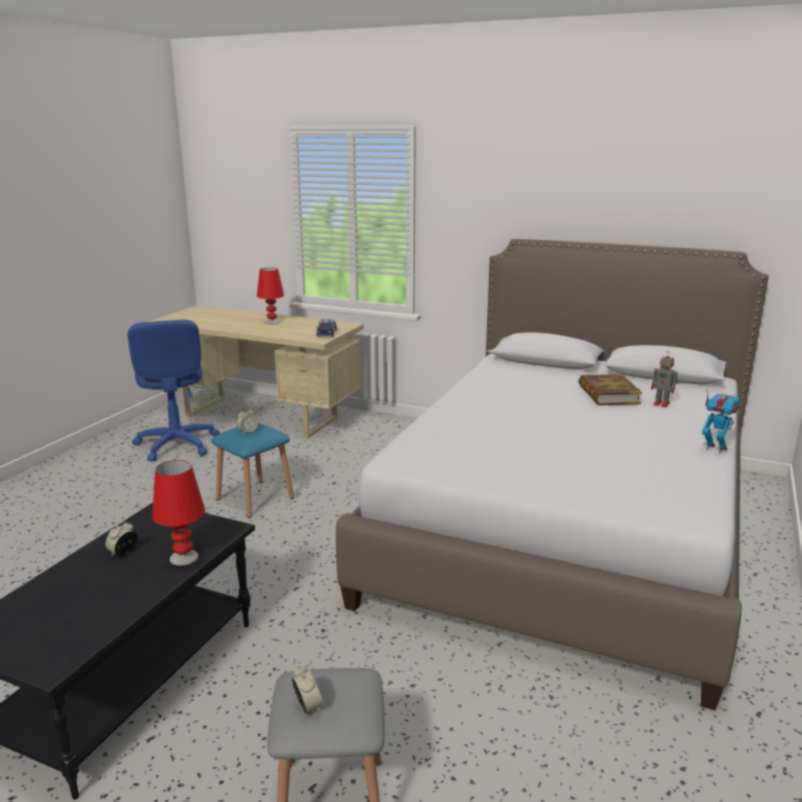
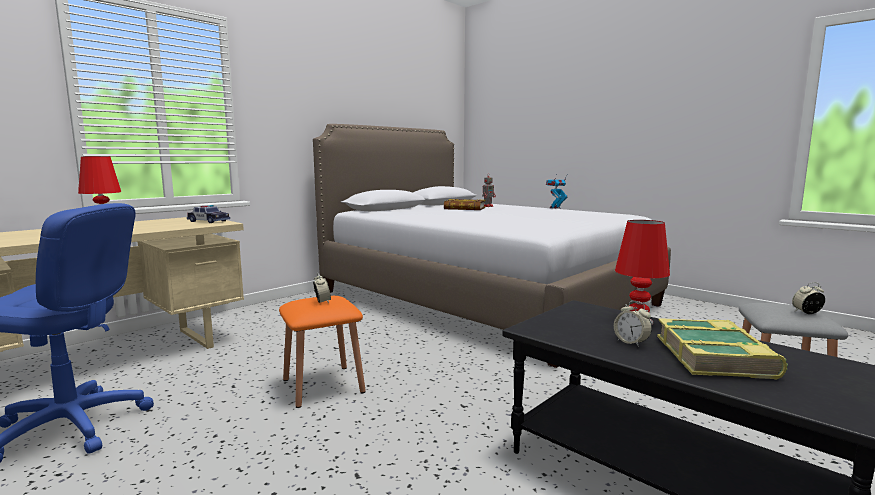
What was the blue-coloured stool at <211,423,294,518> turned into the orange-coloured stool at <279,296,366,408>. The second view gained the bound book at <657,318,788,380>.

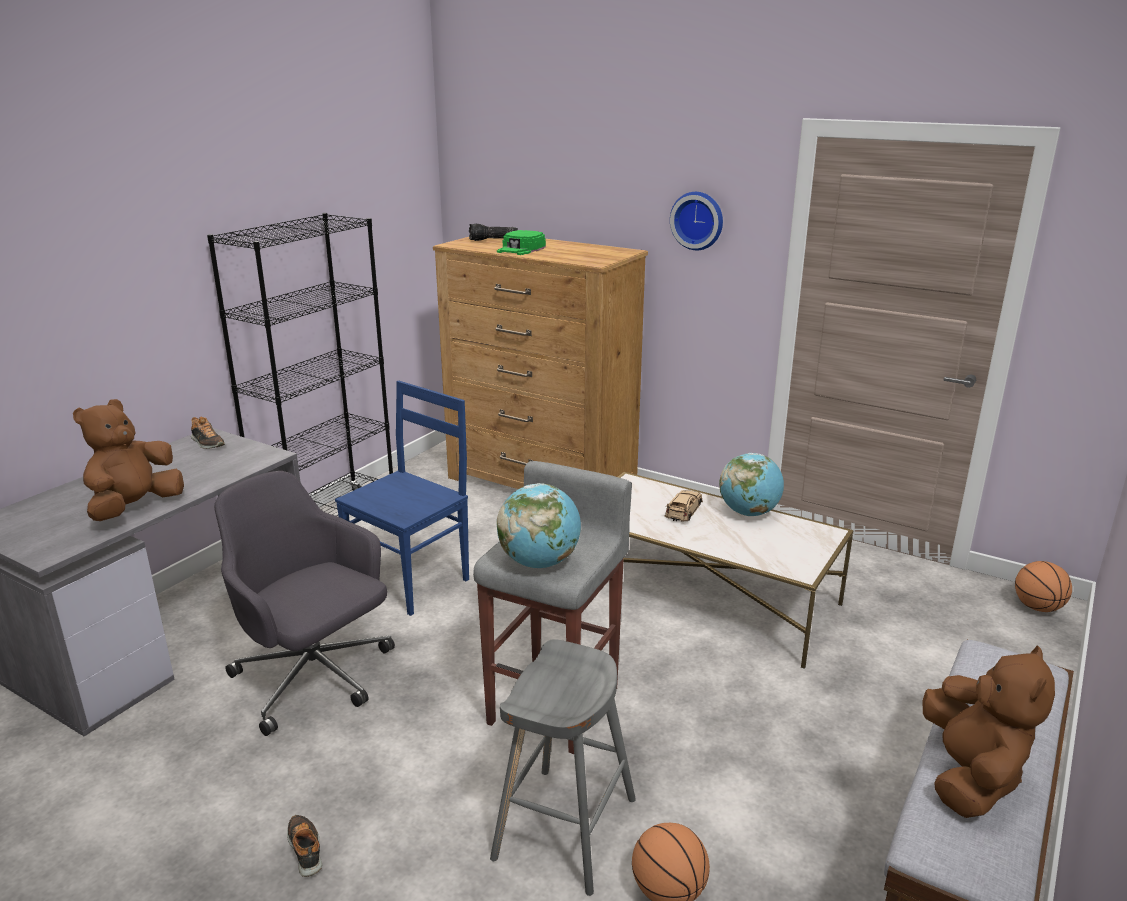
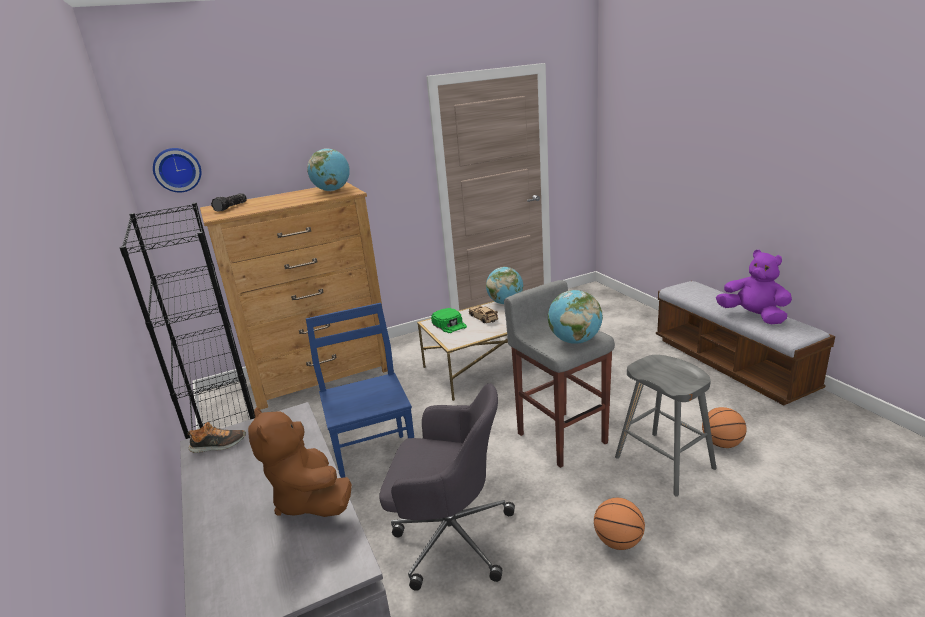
The greyish office chair at <214,471,395,736> ended up facing another way, 150 degrees counterclockwise from before. The second view lost the low shoe at <287,815,322,877>. The greenish peaked cap ended up elsewhere, having gone from <497,230,546,255> to <431,308,467,333>. The clock on the wall ended up elsewhere, having gone from <670,192,723,250> to <153,148,201,193>. What was the brownish plush toy at <922,646,1055,818> turned into the purple-coloured plush toy at <716,250,792,324>. The basketball ended up elsewhere, having gone from <1015,561,1072,612> to <594,498,645,550>. The second view gained the desk globe at <307,148,350,191>.

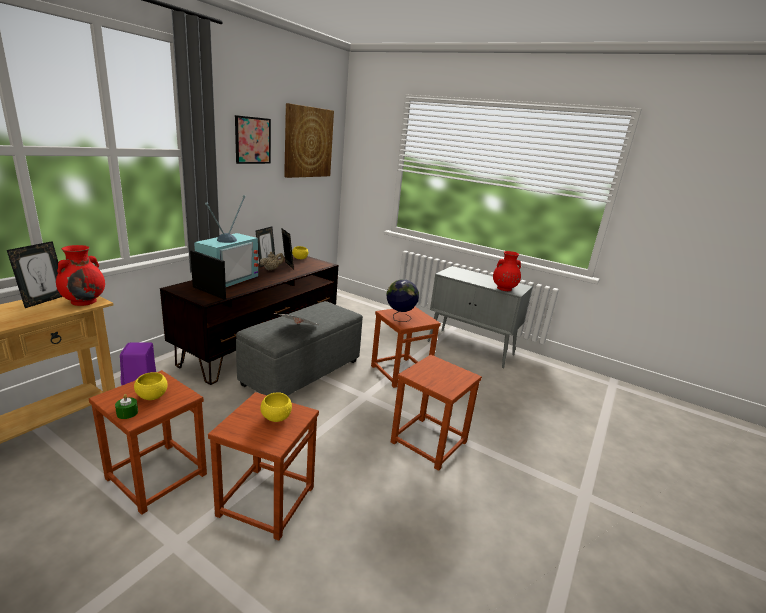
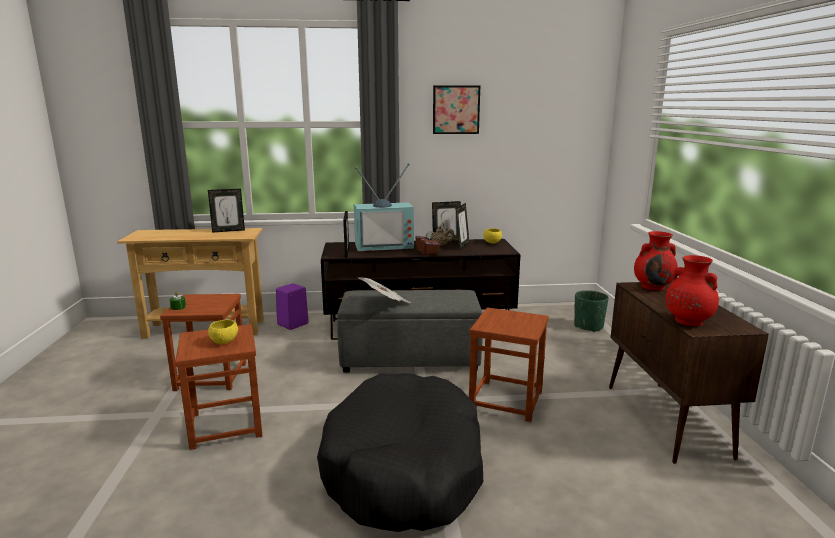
The red-coloured flower vase ended up elsewhere, having gone from <56,245,105,306> to <634,231,678,291>. The second view lost the yellowish serving bowl at <134,372,168,400>. The second view lost the picture at <284,103,334,178>. The second view lost the desk globe at <387,279,419,322>. Where the brownish stool stood at <391,355,482,471>, the black dog cushion came to stand at <317,373,483,532>. What was the greyish cupboard at <428,266,533,368> turned into the brownish cupboard at <609,281,769,464>. The second view gained the brownish tissue holder at <415,231,440,255>. The second view gained the greenish plant pot at <574,290,609,332>.

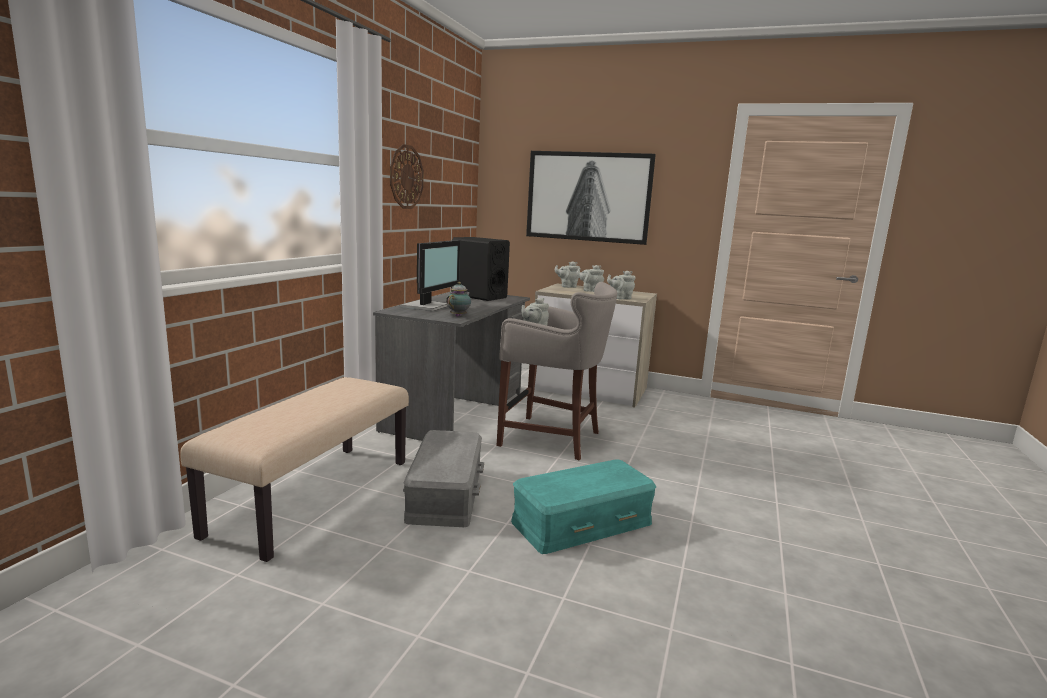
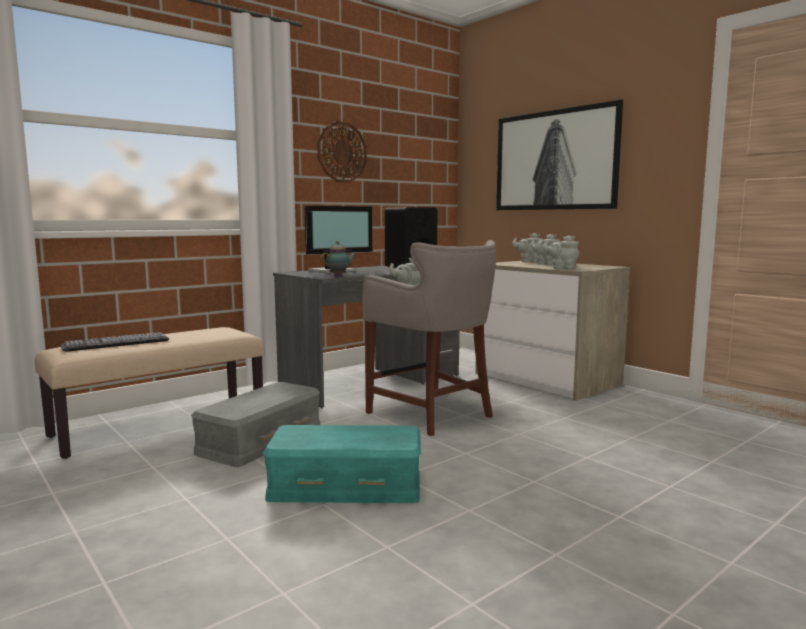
The second view gained the PC keyboard at <61,332,169,351>.

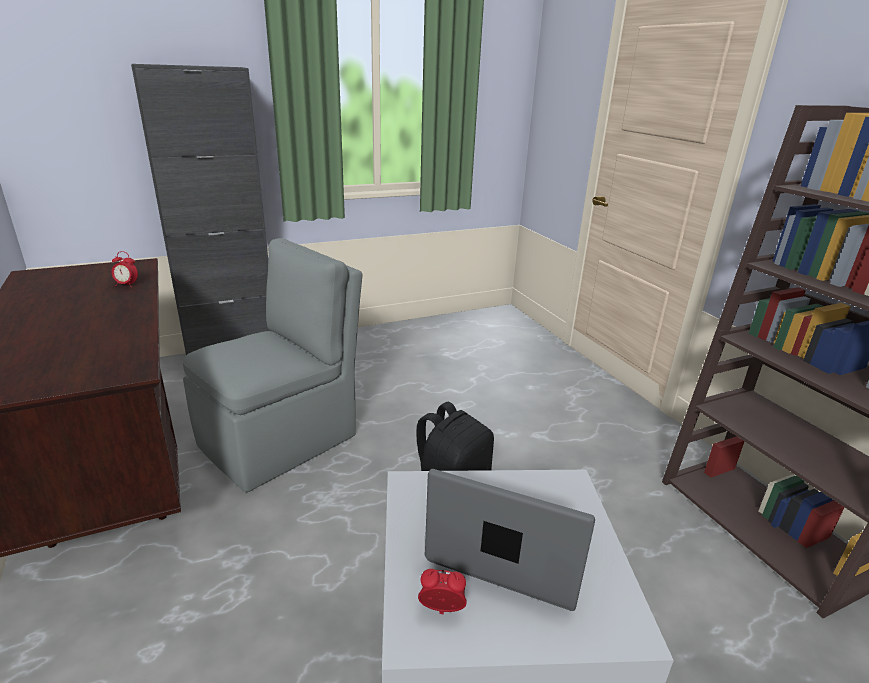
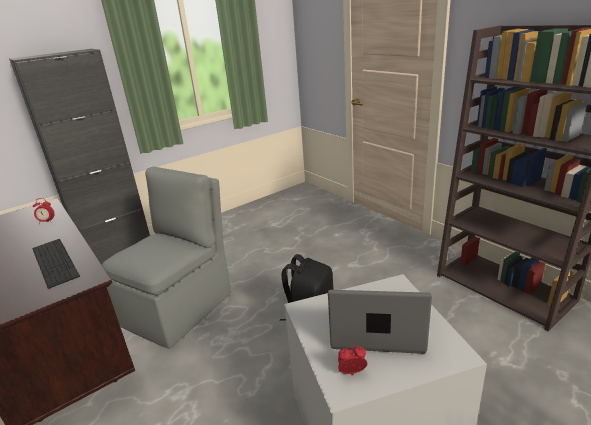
The second view gained the PC keyboard at <32,239,80,289>.

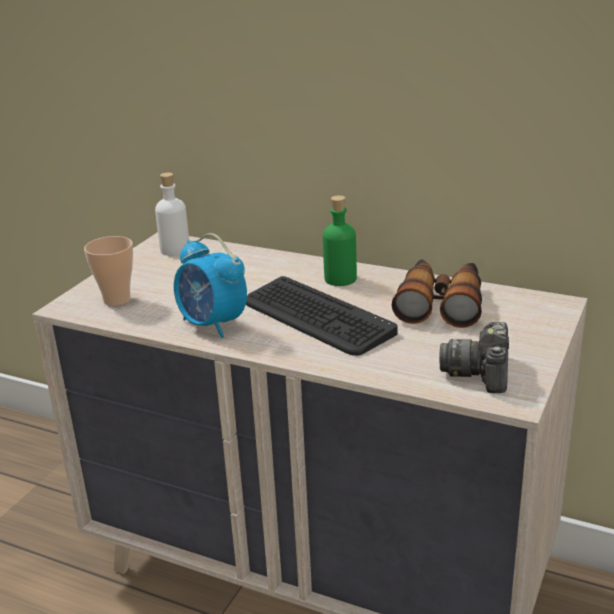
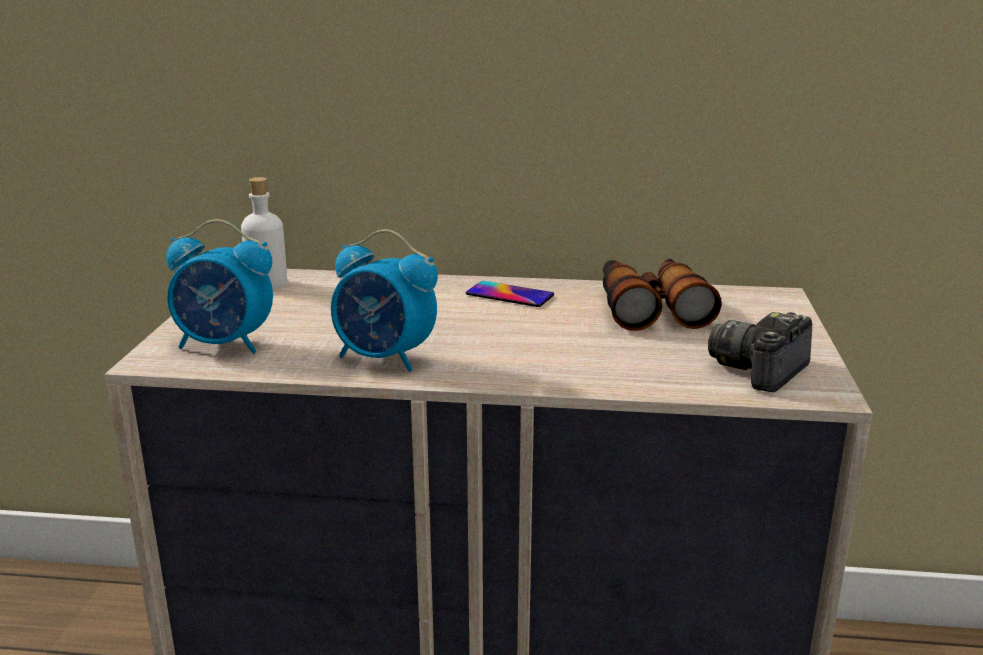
Where the small cup stood at <84,236,133,306>, the table clock came to stand at <166,219,273,354>. The second view lost the PC keyboard at <246,276,397,356>. Where the greenish beverage bottle stood at <323,195,357,286>, the phone came to stand at <466,281,554,307>. The still camera at <439,322,509,393> ended up facing another way, 45 degrees clockwise from before.

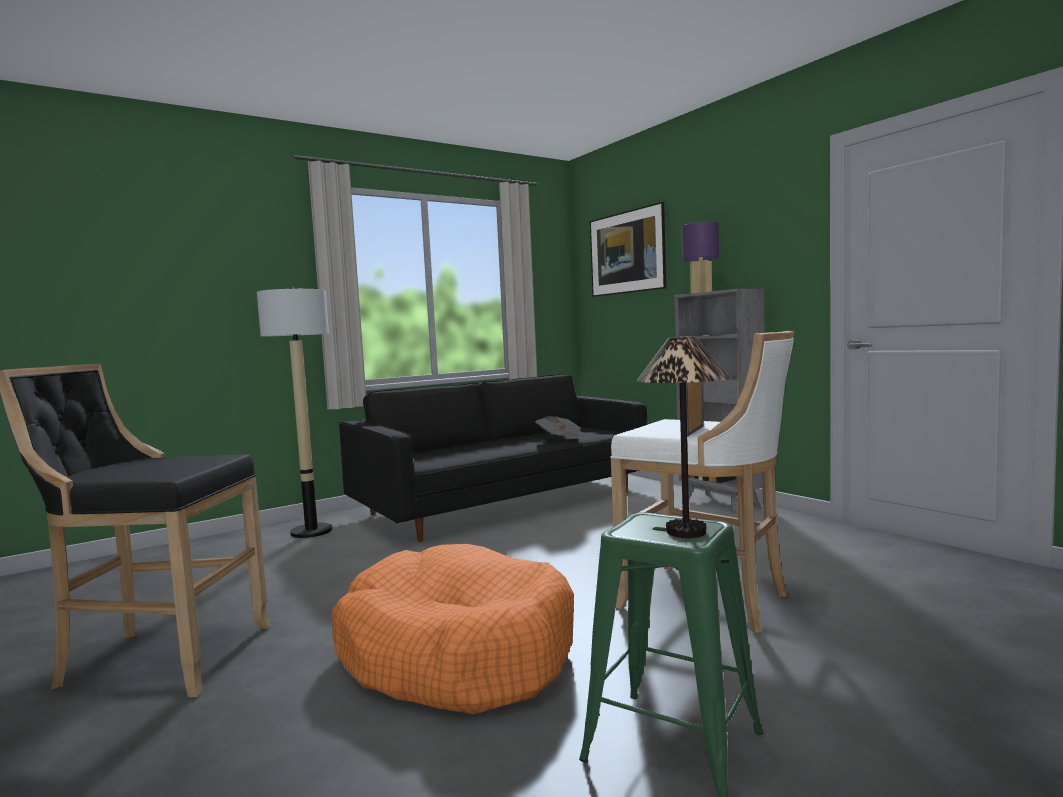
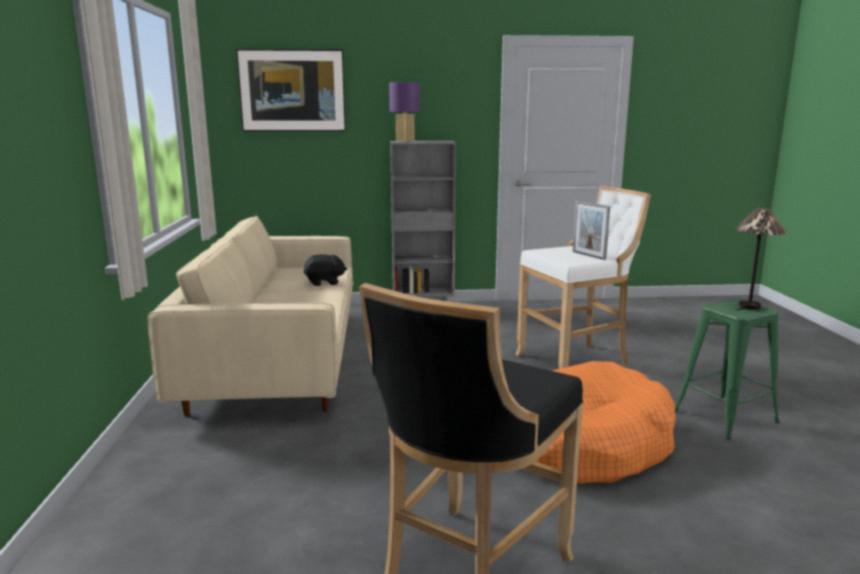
The second view lost the floor lamp at <257,287,332,538>. What was the black settee at <339,374,647,542> turned into the beige settee at <147,216,353,416>. Where the daily paper stood at <535,416,581,436>, the black plush toy came to stand at <303,254,347,286>.

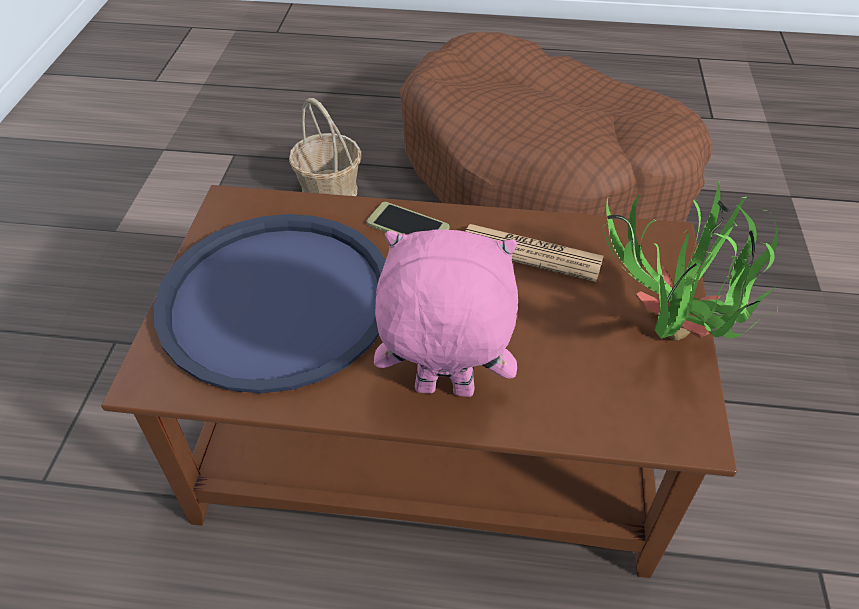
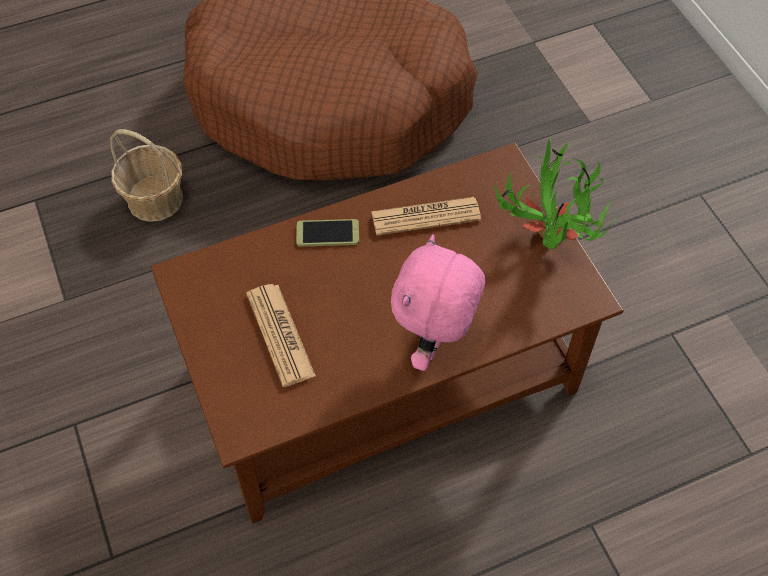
Where the blue-coloured serving tray stood at <154,214,386,393>, the daily paper came to stand at <246,284,316,387>. The pinkish plush toy at <374,229,518,397> ended up facing another way, 45 degrees counterclockwise from before.

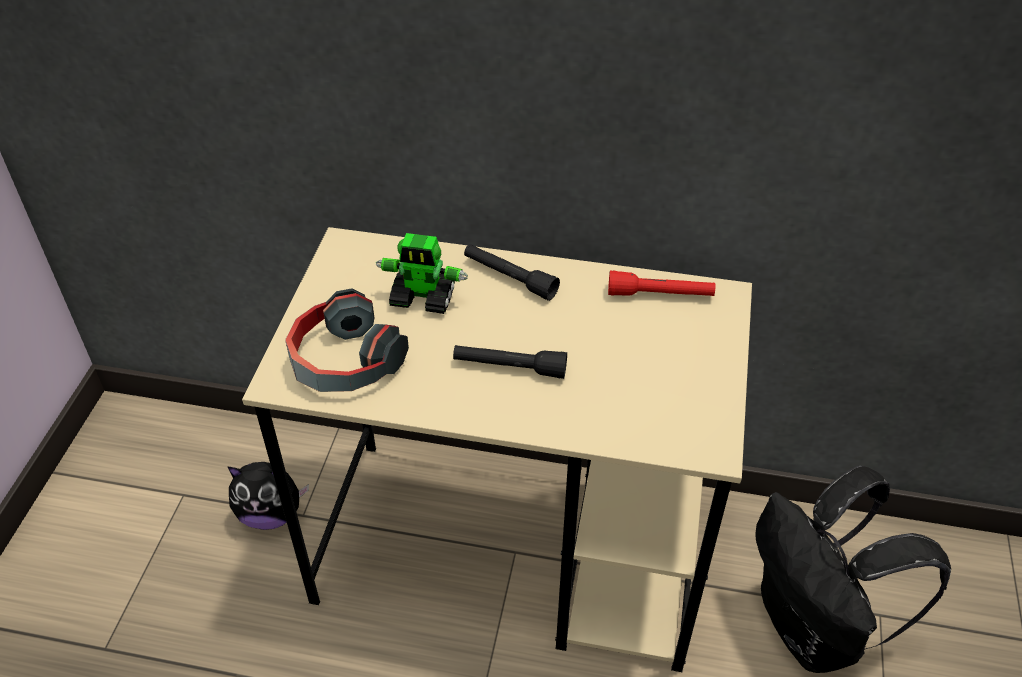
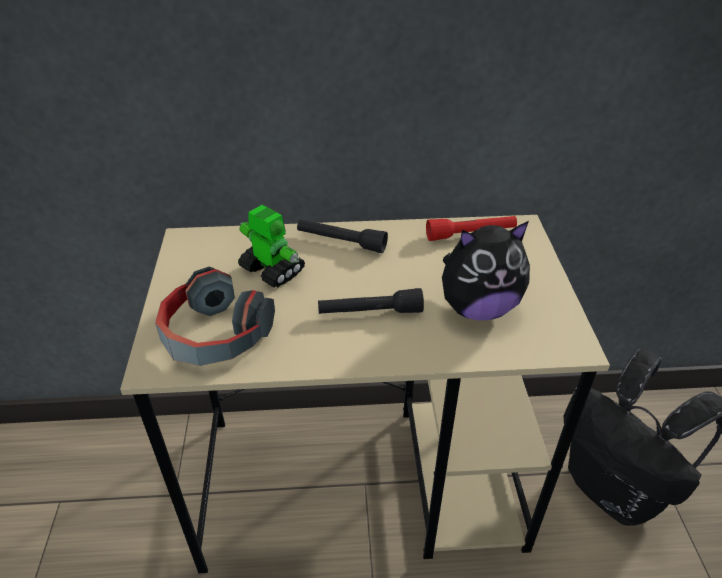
The plush toy ended up elsewhere, having gone from <228,462,309,530> to <442,221,530,320>. The model robot at <376,233,468,314> ended up facing another way, 135 degrees counterclockwise from before.

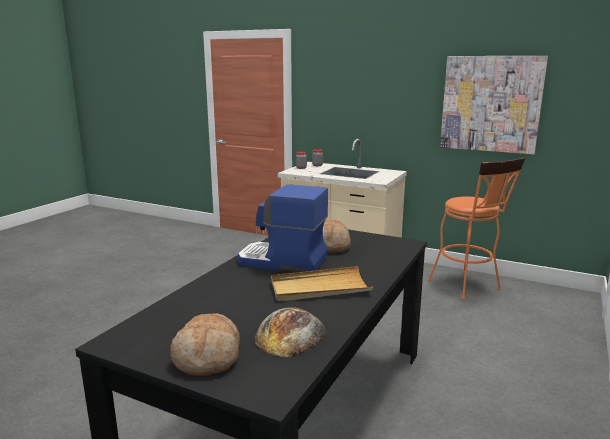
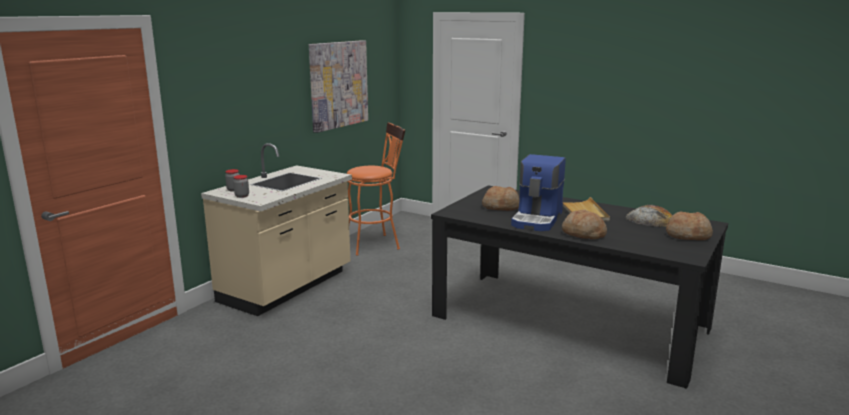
The second view gained the bread at <562,209,607,239>.

